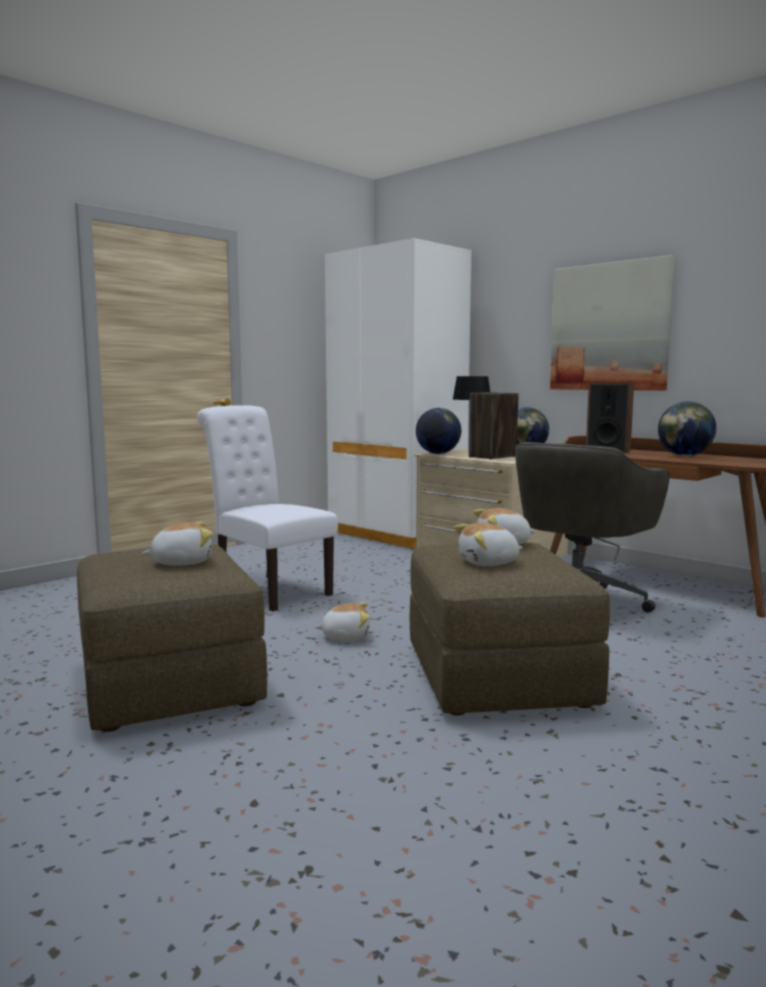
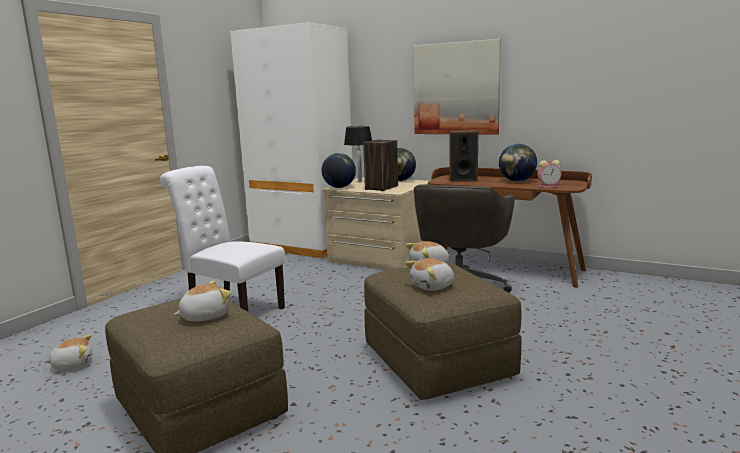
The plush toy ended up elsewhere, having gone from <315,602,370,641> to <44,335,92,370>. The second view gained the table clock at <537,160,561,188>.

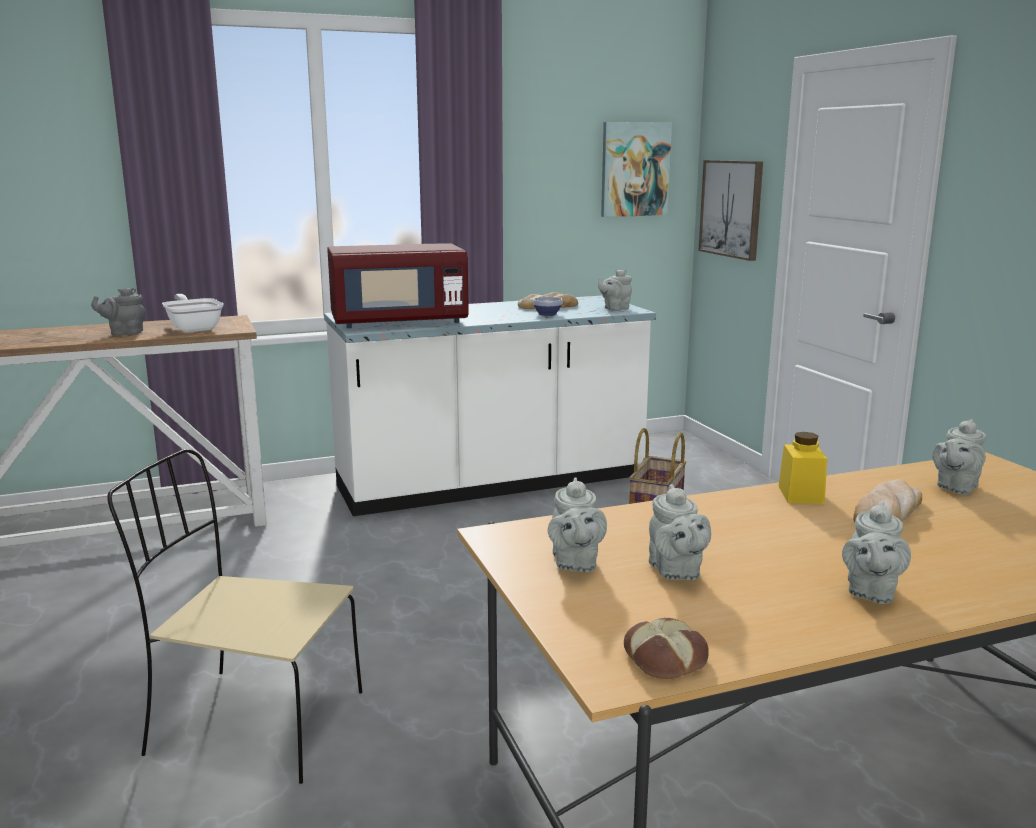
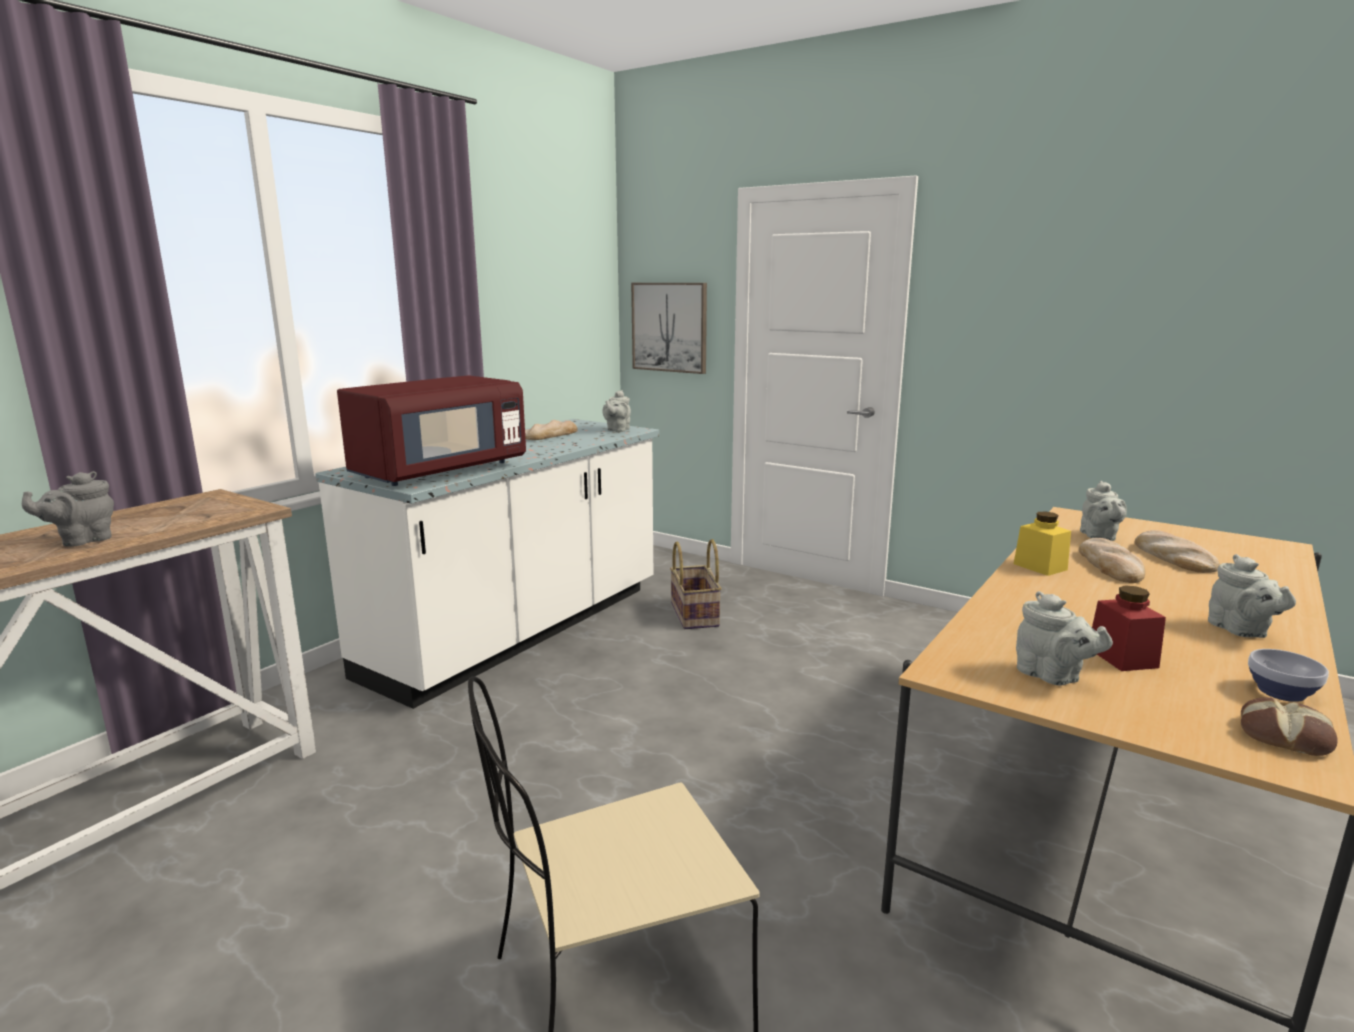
The second view lost the frying pan at <162,294,224,333>. The serving bowl ended up elsewhere, having gone from <533,297,563,316> to <1248,649,1329,702>. The second view lost the picture at <601,122,672,217>. Where the greyish tea pot stood at <649,484,711,580>, the red-coloured storage jar came to stand at <1092,585,1166,671>. The second view gained the bread at <1134,530,1220,573>.

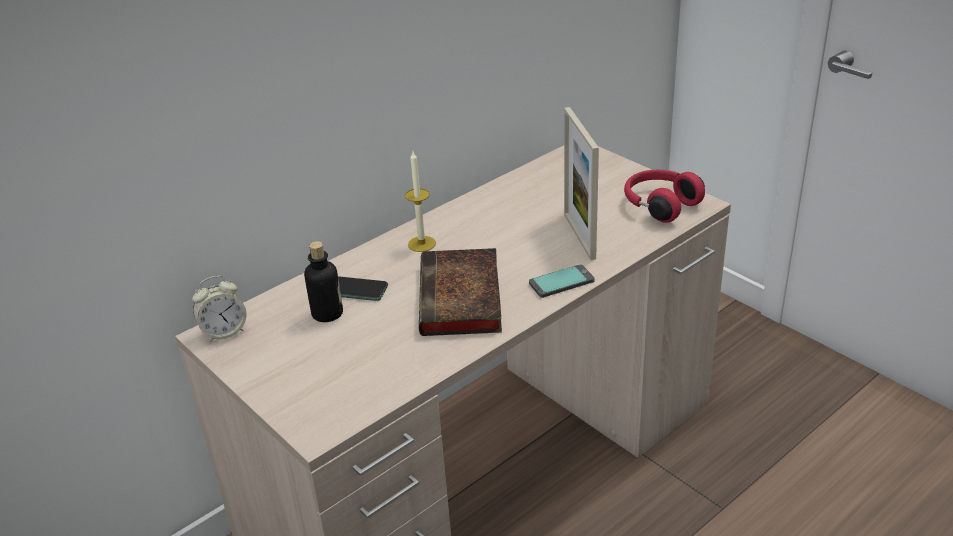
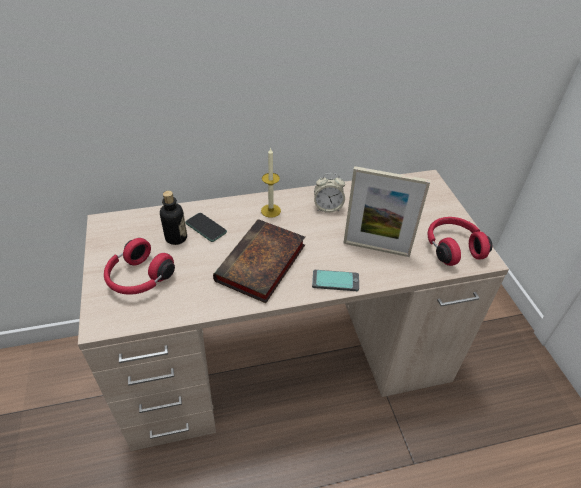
The table clock ended up elsewhere, having gone from <192,276,247,342> to <314,173,345,213>. The picture frame at <564,107,599,260> ended up facing another way, 90 degrees counterclockwise from before. The second view gained the red-coloured pair of headphones at <104,238,175,295>.

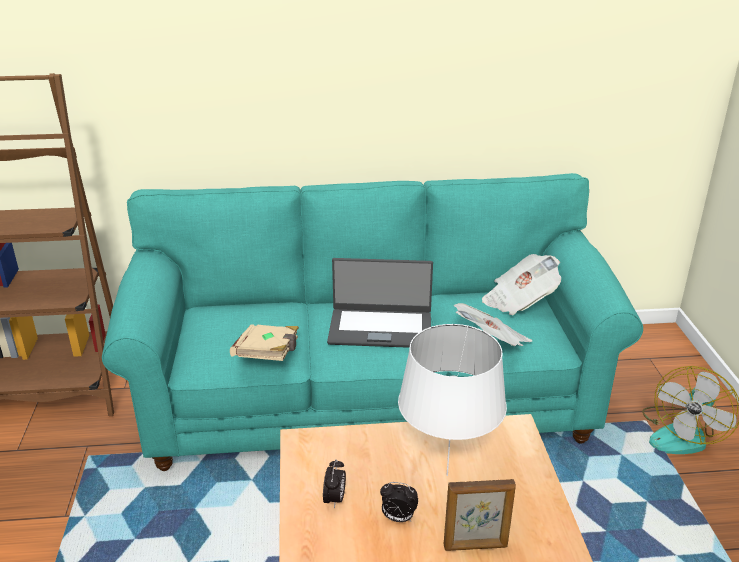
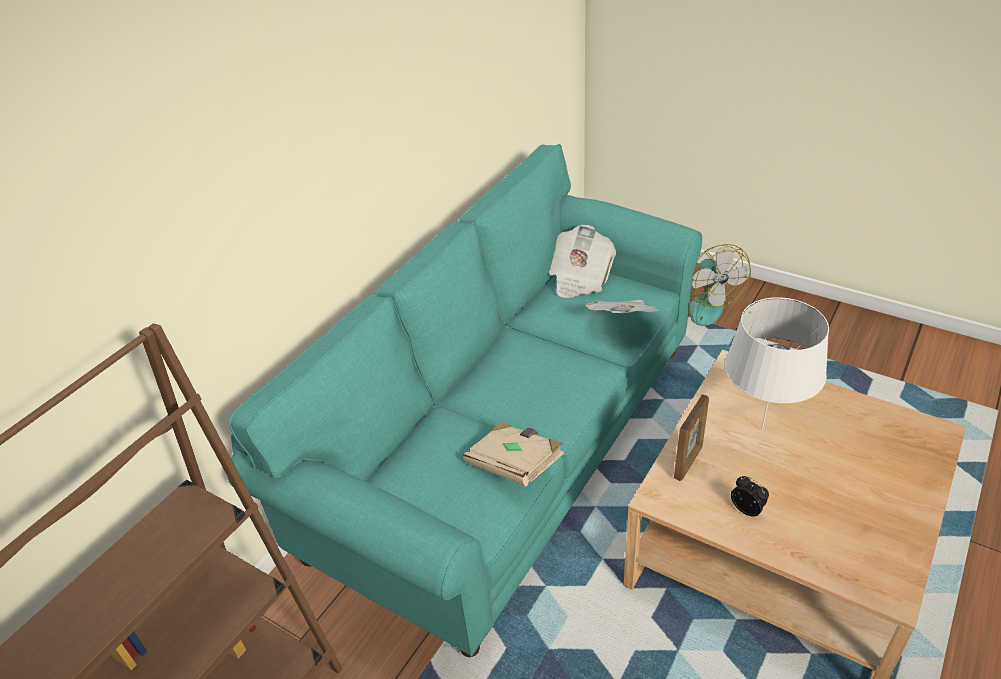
The second view lost the portable computer at <327,258,433,348>. The second view lost the table clock at <380,482,418,522>. The picture frame ended up elsewhere, having gone from <444,479,516,551> to <674,394,709,481>.

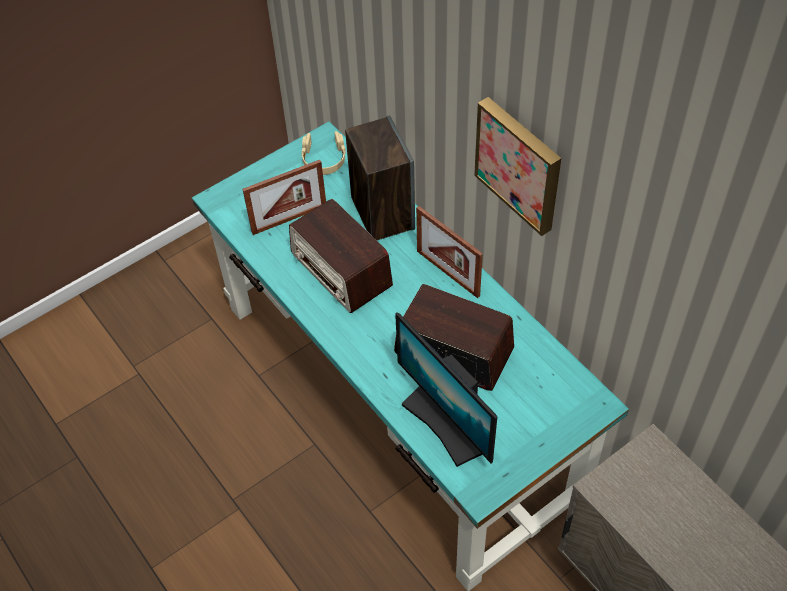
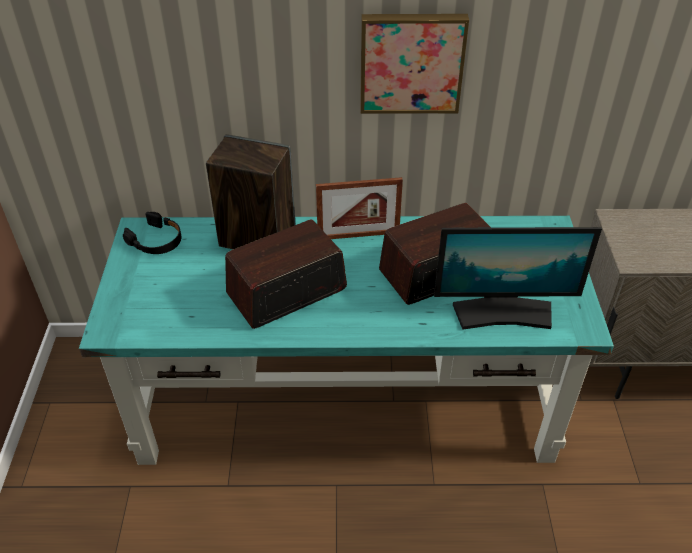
The second view lost the picture frame at <243,160,326,235>. The radio receiver at <289,199,393,313> ended up facing another way, 150 degrees clockwise from before. What was the beige pair of headphones at <301,131,346,175> turned into the black pair of headphones at <123,212,181,254>.

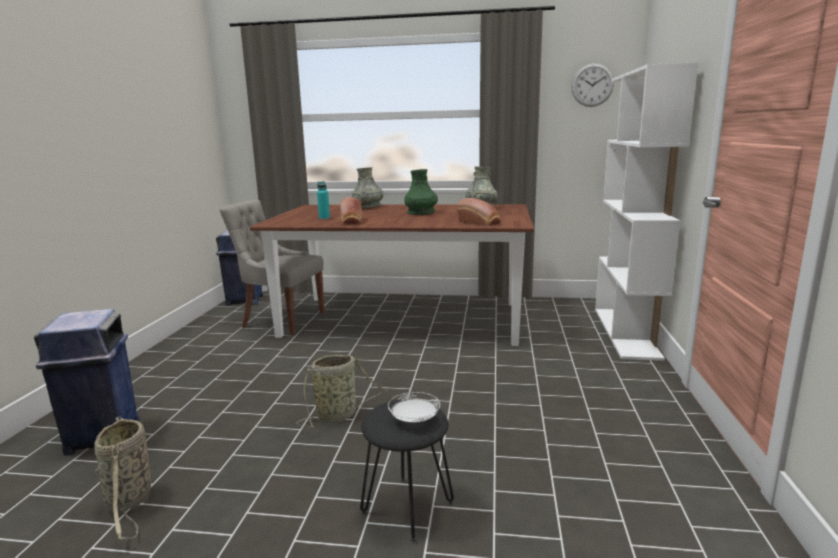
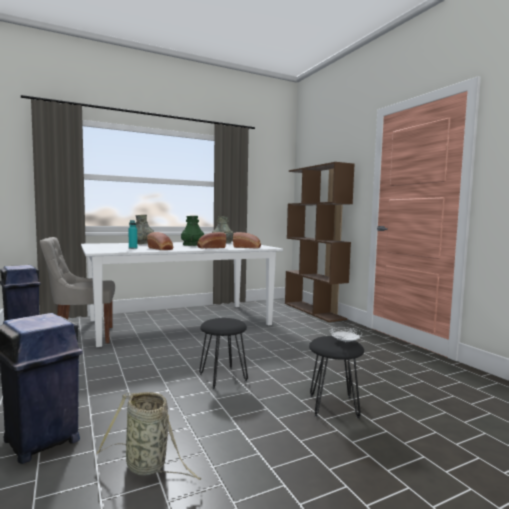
What was the brownish dining table at <250,204,534,346> turned into the white dining table at <81,242,283,347>. Where the basket stood at <296,355,389,427>, the black stool came to stand at <199,318,248,389>. The second view lost the clock on the wall at <571,63,614,107>. What was the white shelving unit at <595,62,698,361> turned into the brownish shelving unit at <285,162,355,322>. The second view gained the bread at <197,232,226,248>.

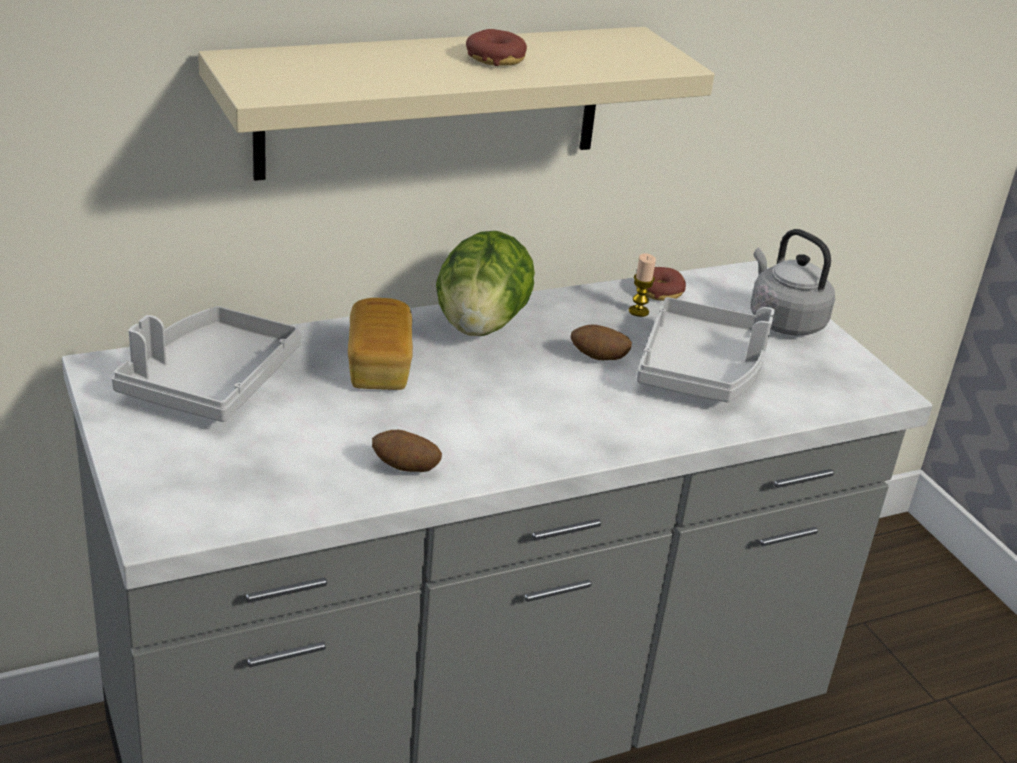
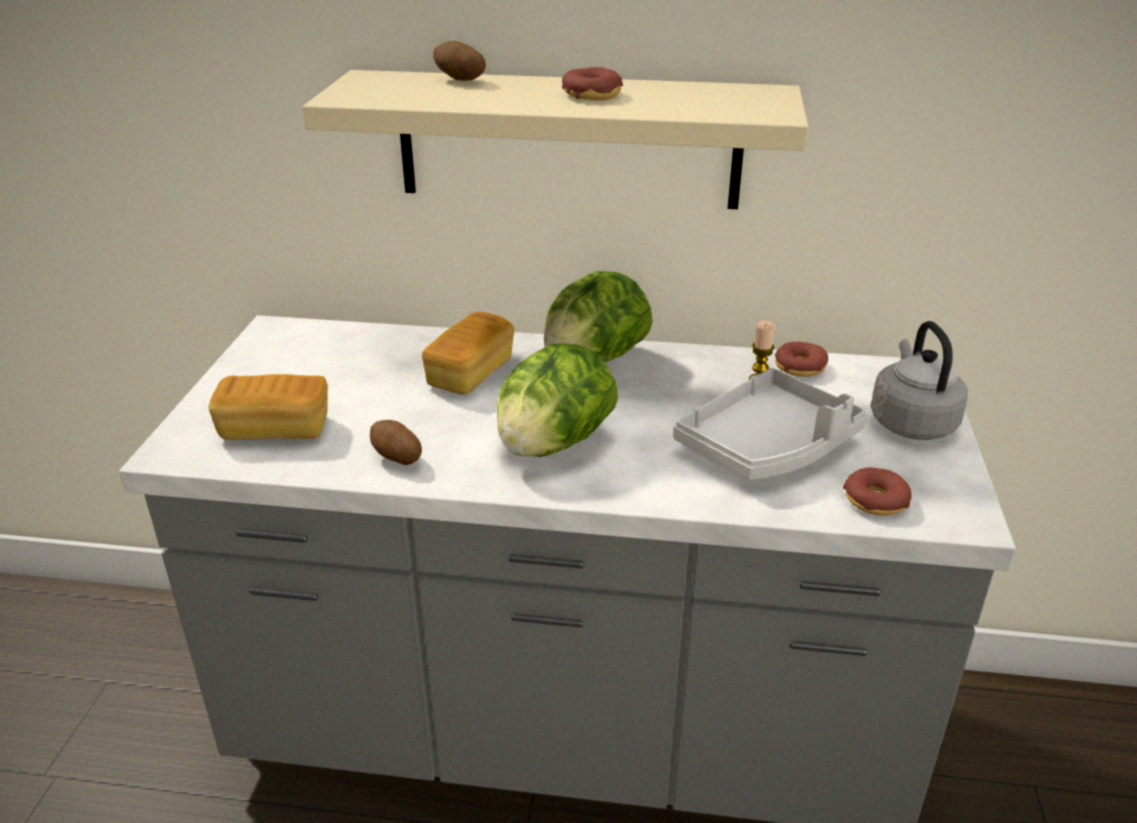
The second view lost the greyish serving tray at <112,306,301,422>. The potato ended up elsewhere, having gone from <571,325,632,360> to <433,41,486,81>. The second view gained the bread at <209,374,328,440>. The second view gained the lettuce head at <497,343,618,457>. The second view gained the donut at <843,468,912,516>.

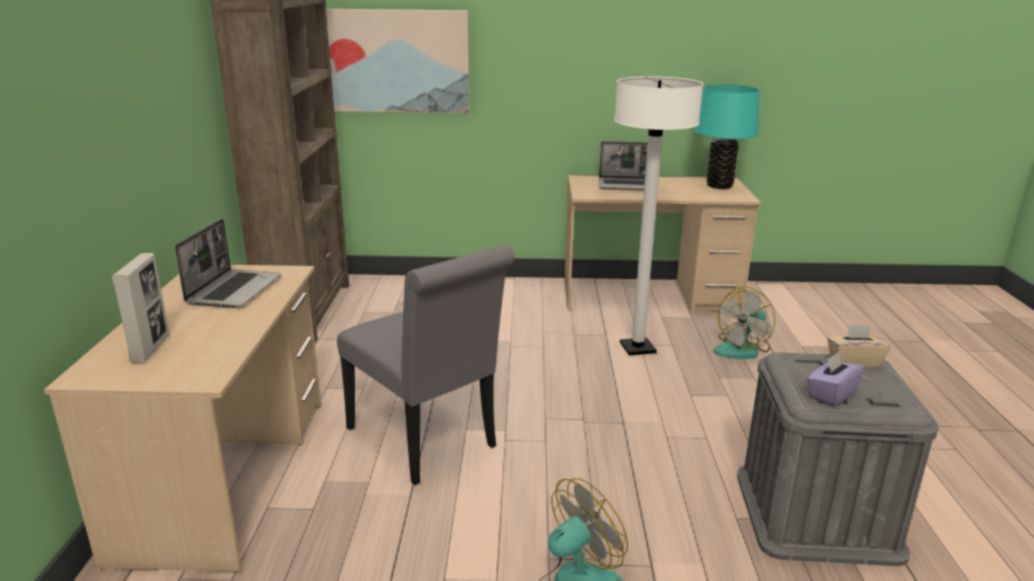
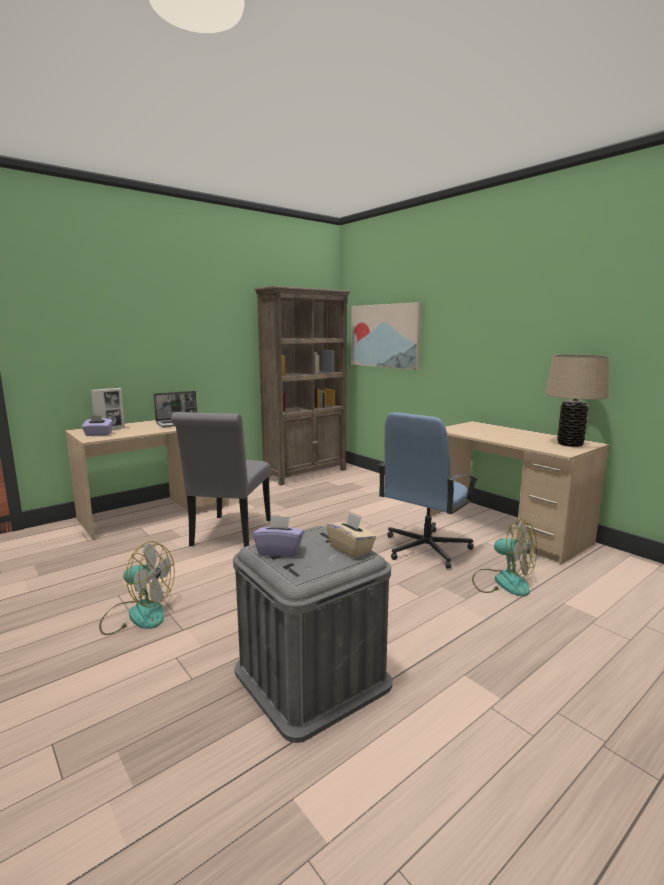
The second view lost the portable computer at <599,141,648,190>. Where the white floor lamp stood at <614,76,703,355>, the blue-coloured office chair came to stand at <378,412,477,569>. What was the turquoise lamp for a table at <694,85,760,189> turned into the beige lamp for a table at <545,354,609,447>. The fan at <714,287,775,359> ended up facing another way, 150 degrees counterclockwise from before. The second view gained the purple-coloured tissue holder at <81,415,113,436>.

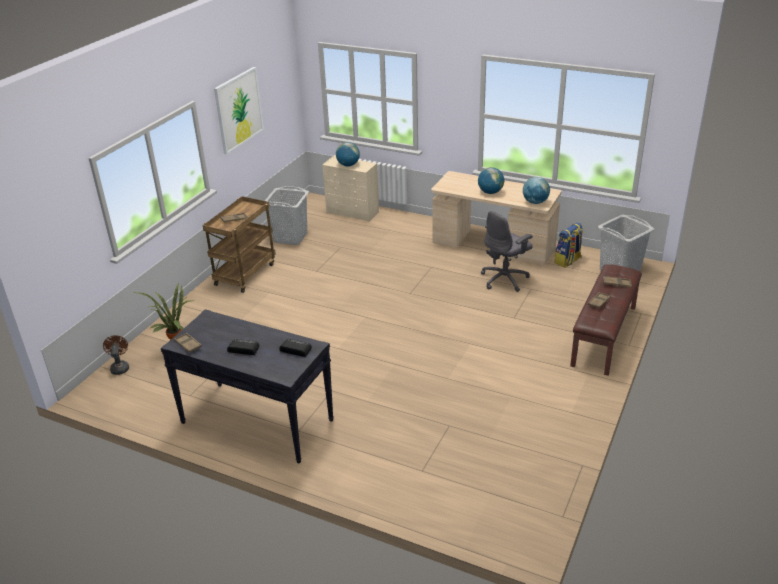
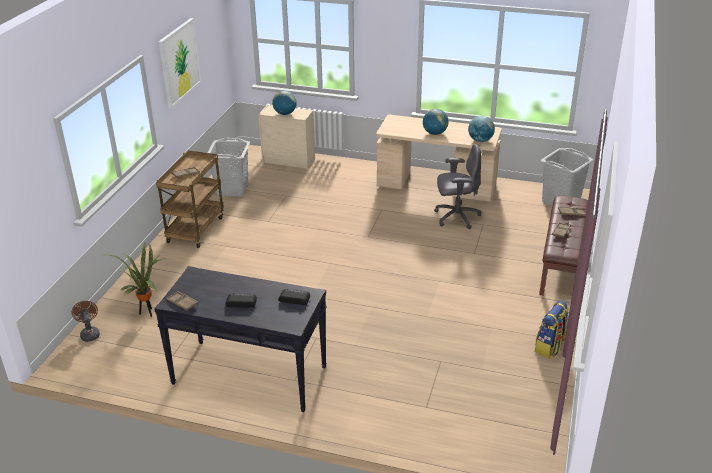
The greyish office chair at <481,211,533,292> ended up facing another way, 135 degrees counterclockwise from before. The backpack ended up elsewhere, having gone from <554,223,583,268> to <535,301,569,359>.

